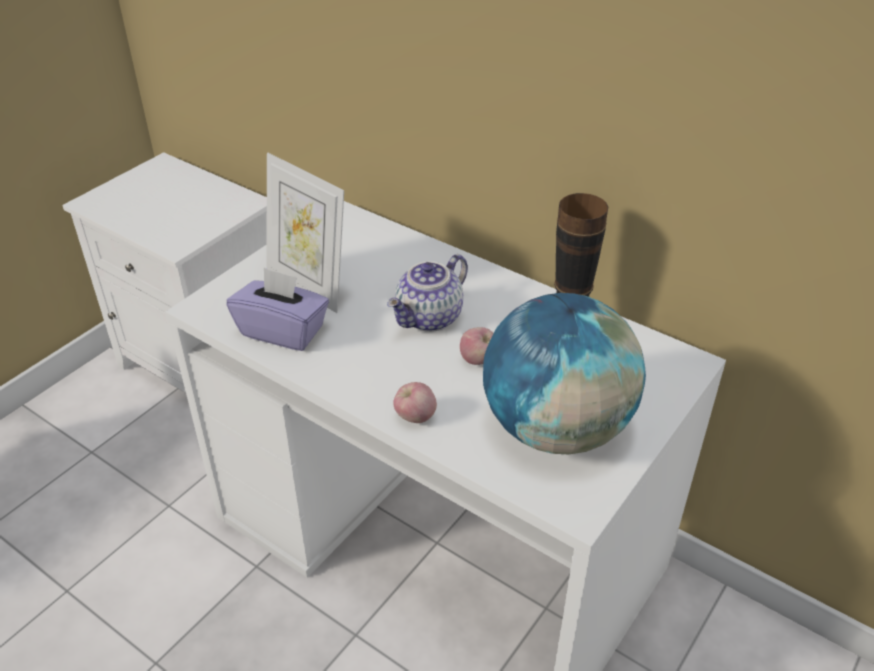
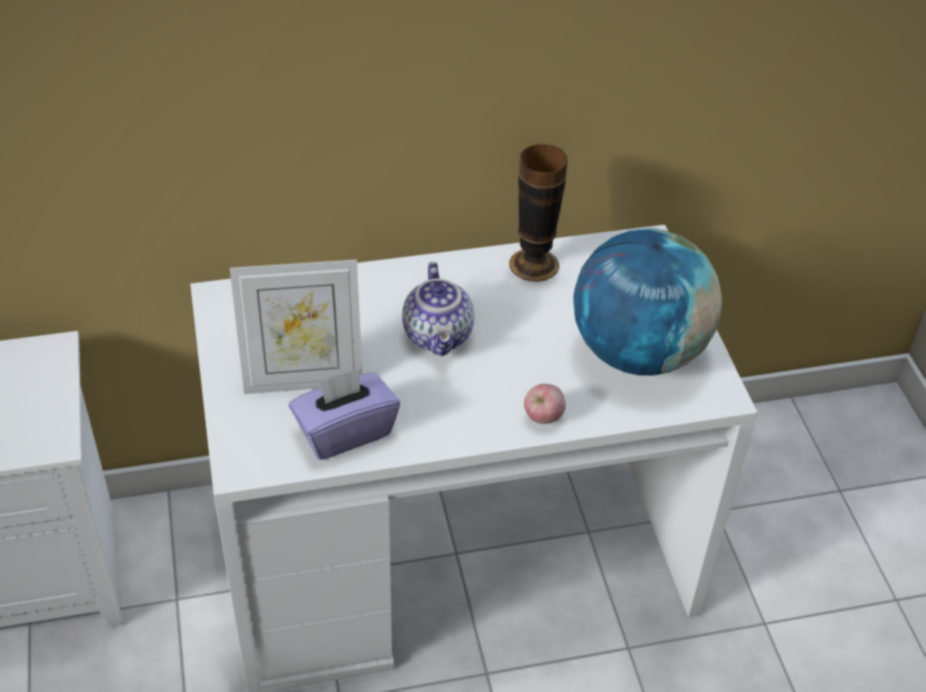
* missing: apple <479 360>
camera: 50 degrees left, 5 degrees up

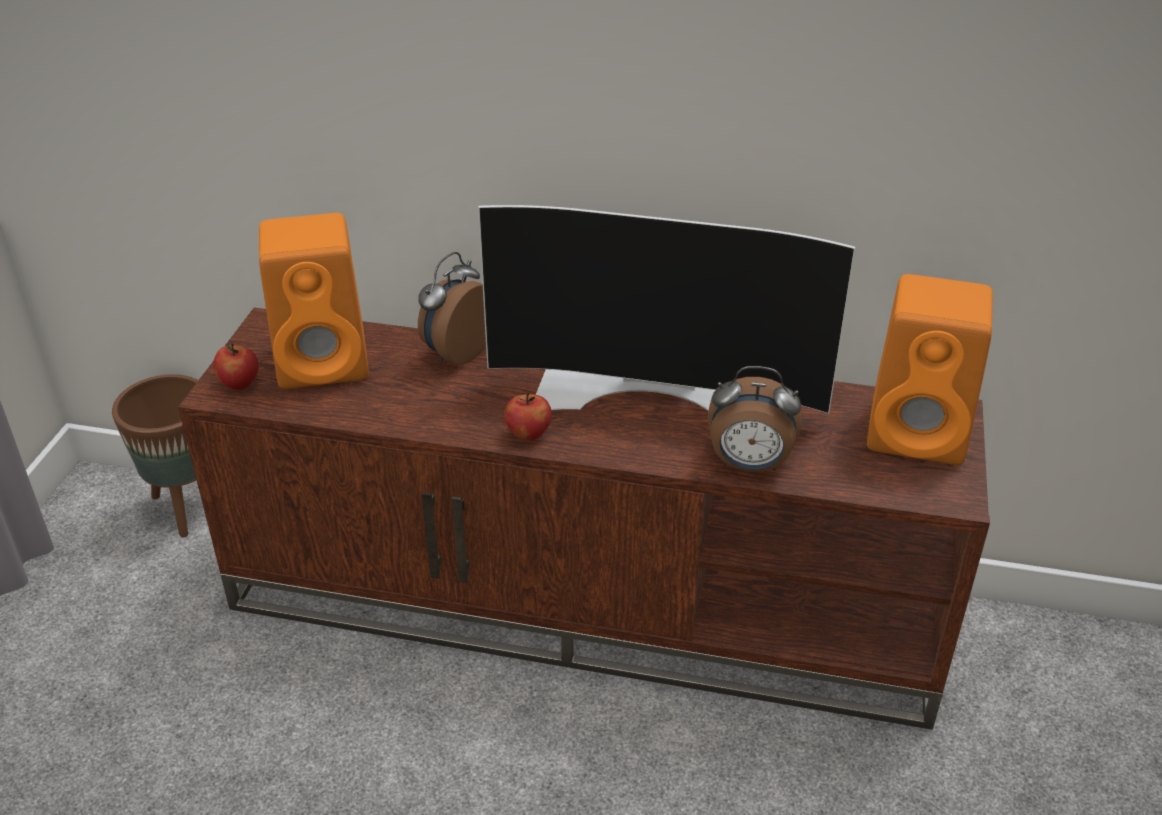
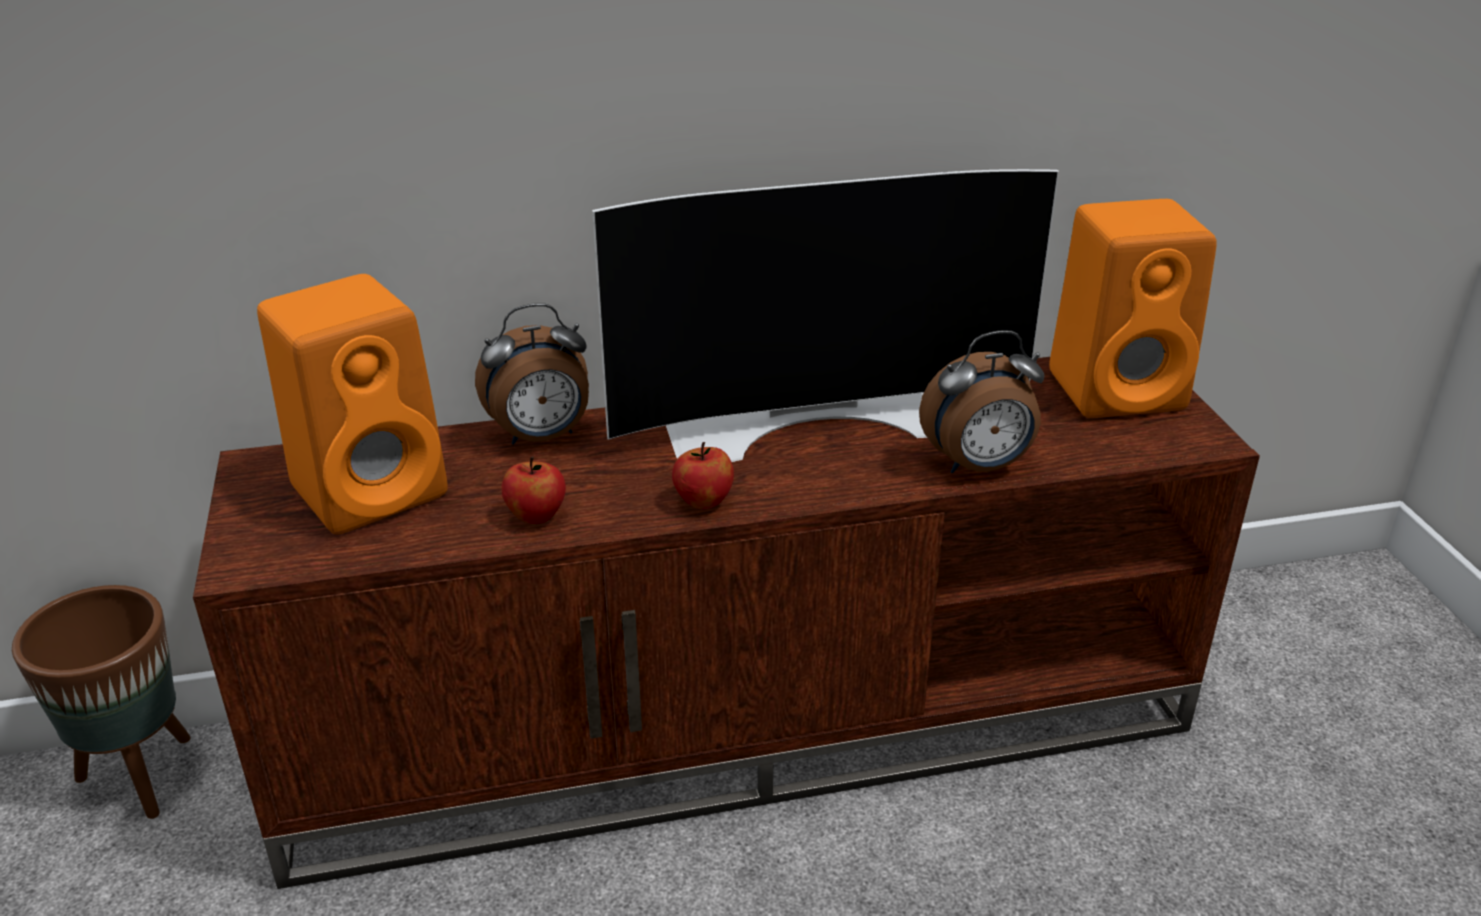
* relocated: apple <240 384> to <536 516>
* spun: bedside clock <456 352> = <541 436> 120 degrees counterclockwise
camera: 25 degrees left, 5 degrees down

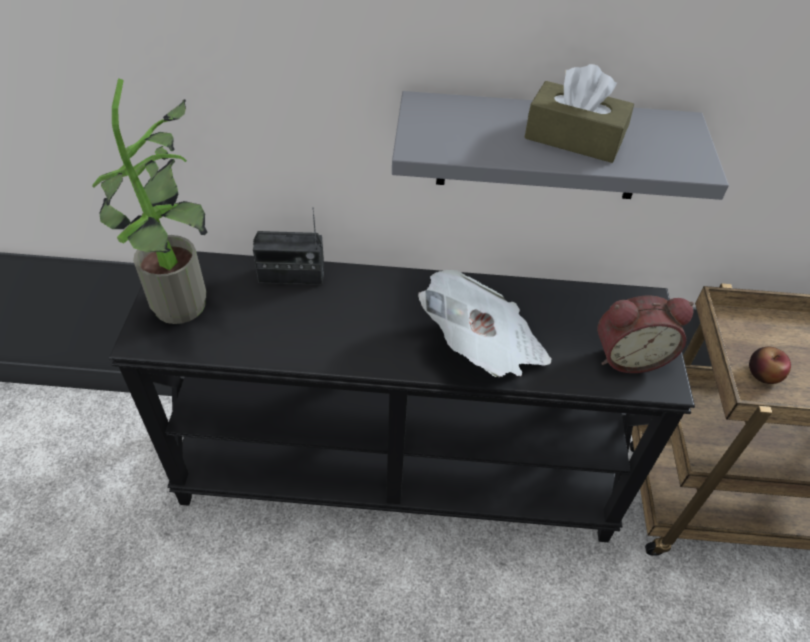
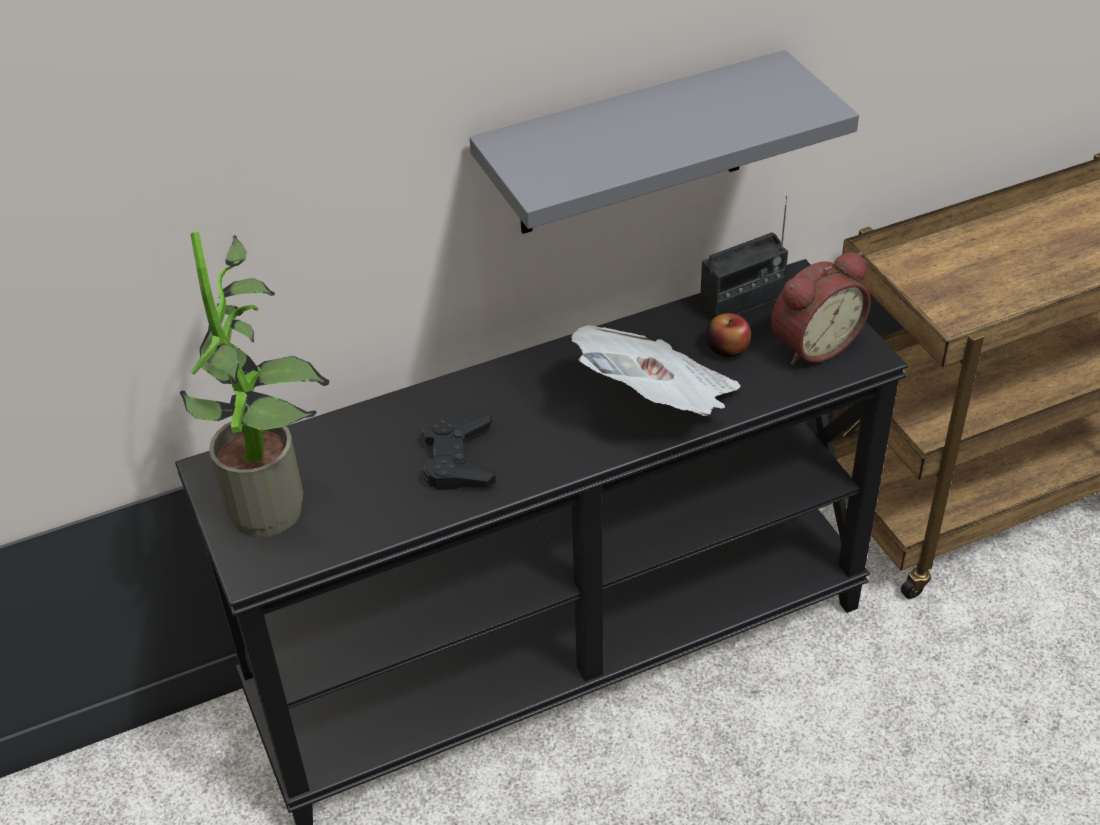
* relocated: radio receiver <291 276> to <742 301>
* missing: box of tissues in brown-coloured <574 138>
* relocated: apple <763 374> to <727 348>
* appeared: game controller in black-coloured <459 459>
camera: 25 degrees left, 5 degrees down

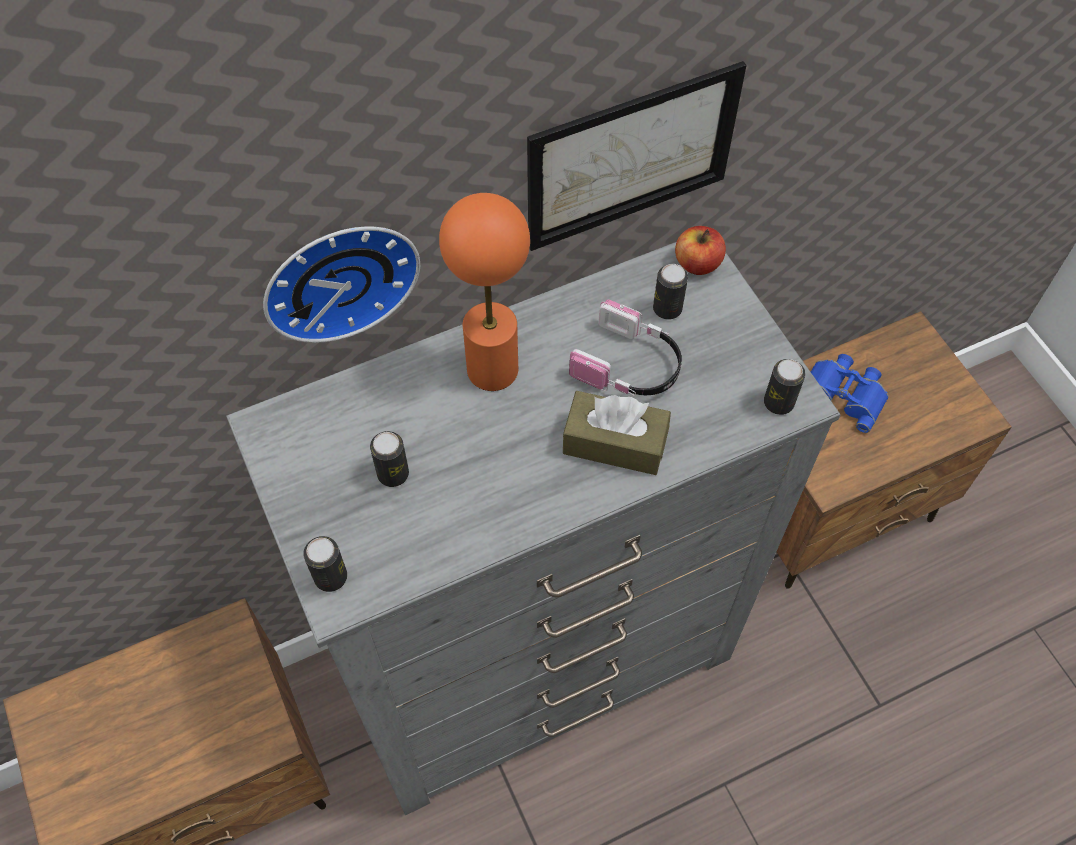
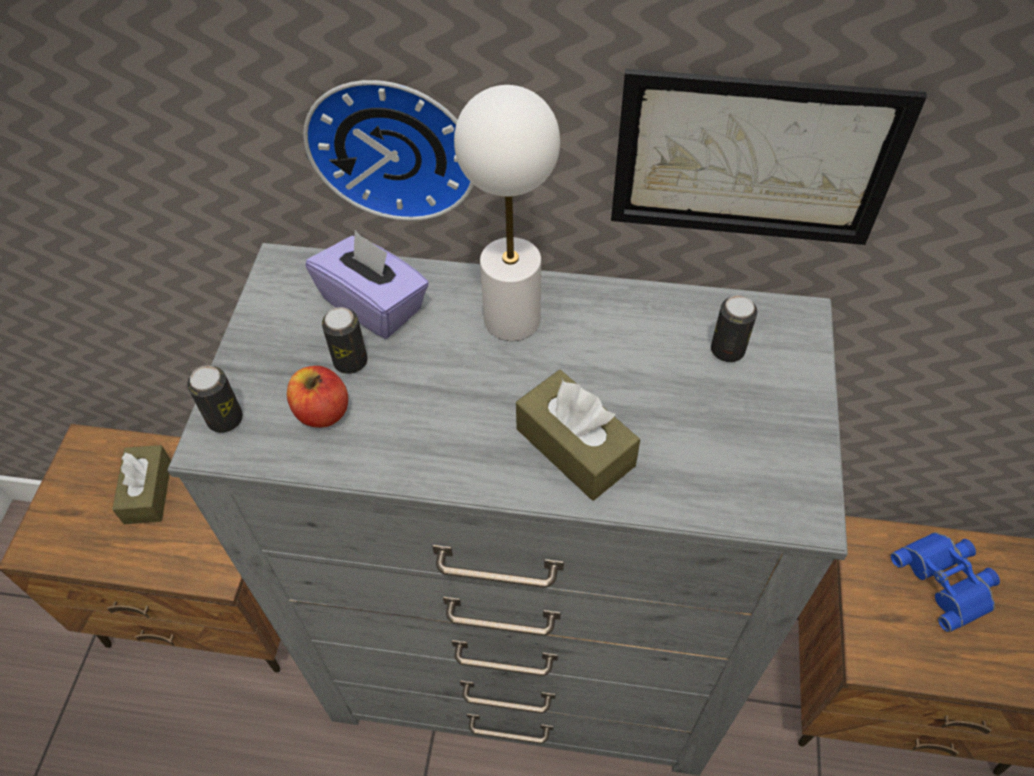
* colour: lamp for a table in orange <493 370> to lamp for a table in whitish <512 320>
* missing: pair of headphones <629 366>
* relocated: apple <697 263> to <322 412>
* missing: sealed can <778 402>
* appeared: box of tissues in brown-coloured <148 492>
* appeared: box of tissues in purple-coloured <374 305>
camera: 35 degrees right, 5 degrees down

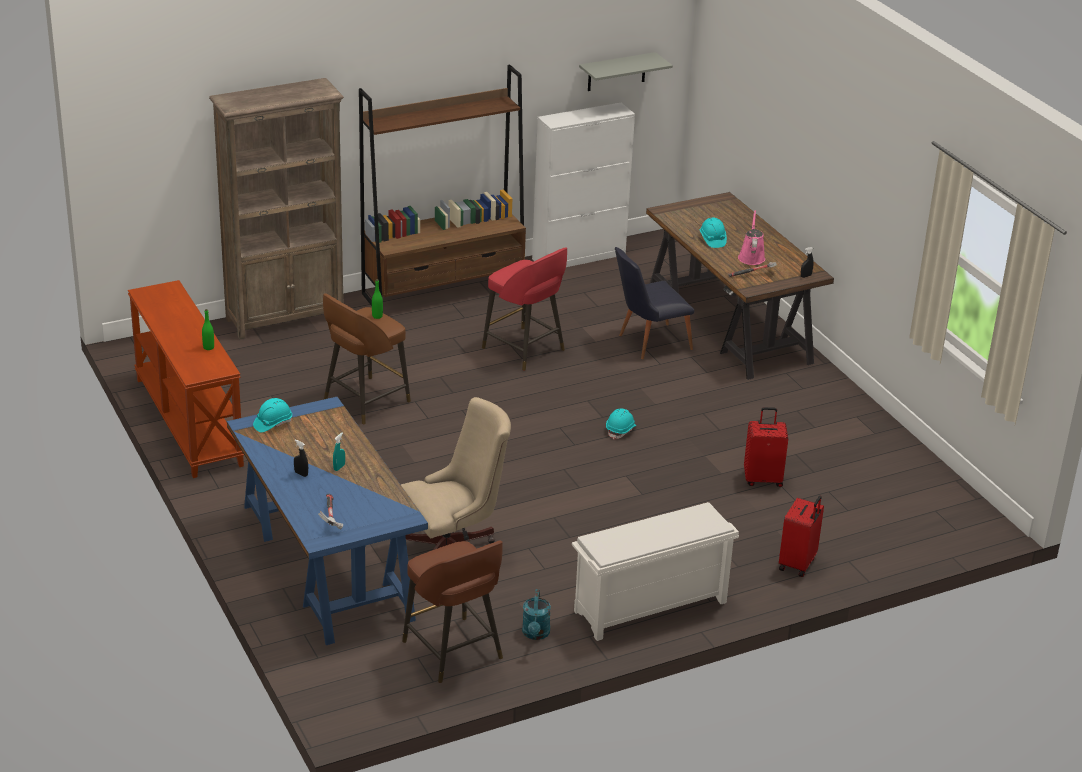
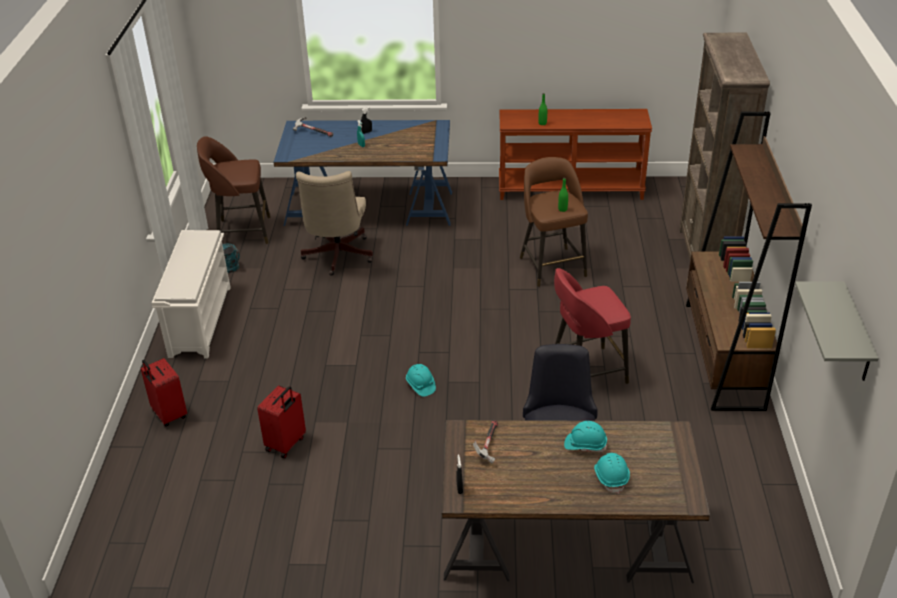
* relocated: work helmet in turquoise-coloured <273 423> to <611 477>
* missing: cabinet in whitish <579 256>
* missing: watering can in pink <751 257>
camera: 120 degrees right, 5 degrees up

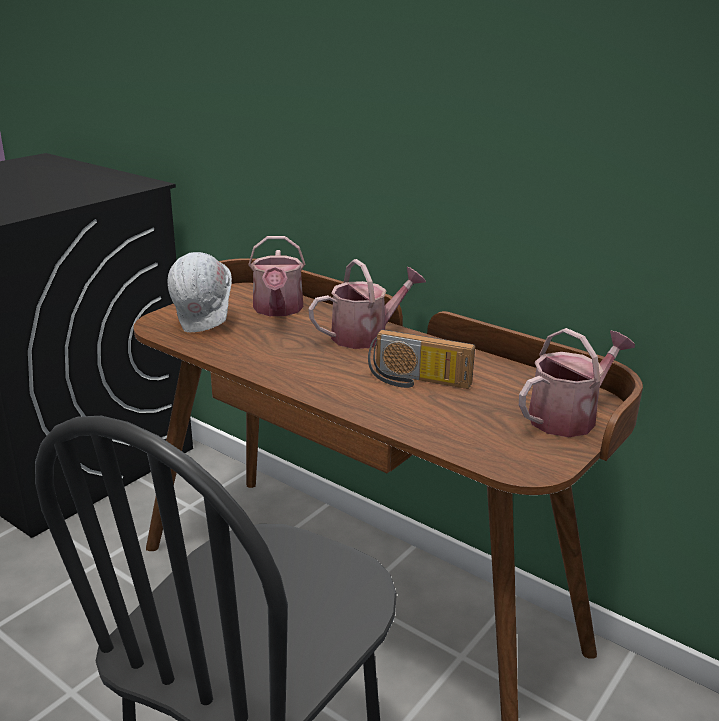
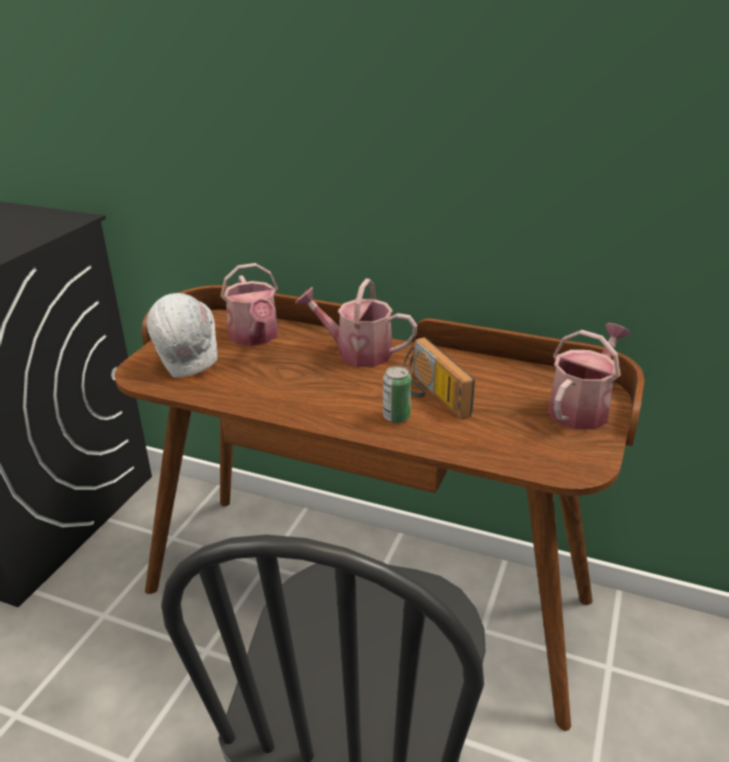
* spun: watering can <366 335> = <356 352> 120 degrees counterclockwise
* spun: radio receiver <417 382> = <431 395> 60 degrees clockwise
* appeared: sealed can <396 417>
camera: 15 degrees left, 5 degrees up

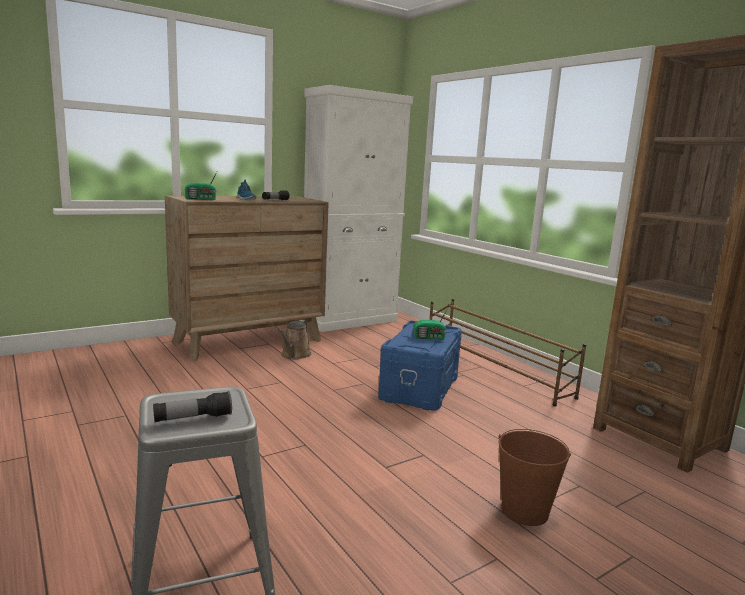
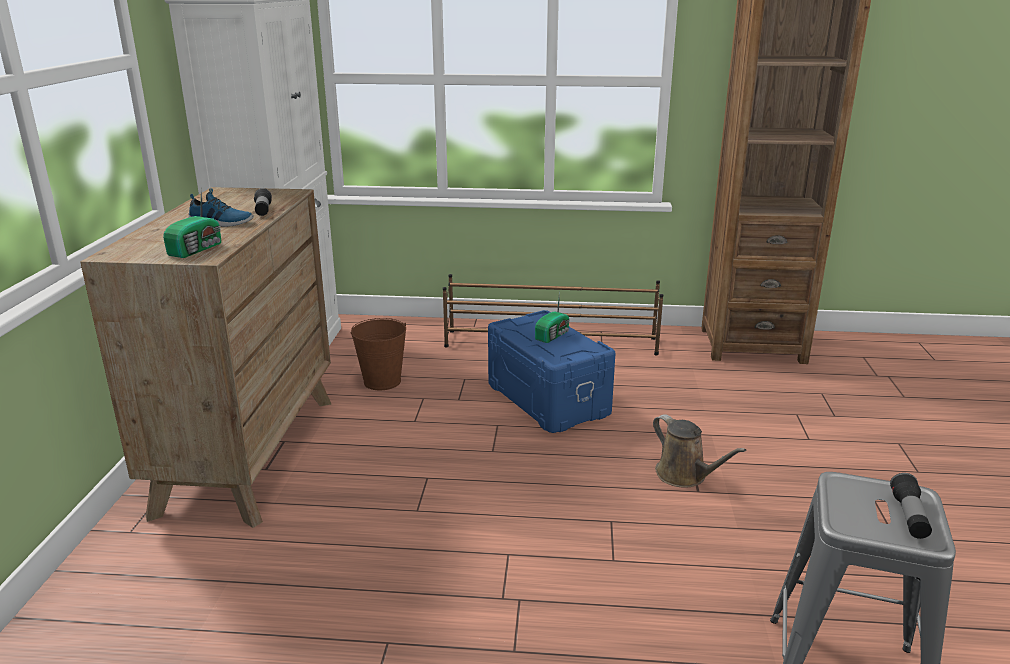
* relocated: watering can in brown-coloured <295 355> to <684 475>
* relocated: bucket in brown-coloured <524 511> to <382 381>
camera: 50 degrees left, 10 degrees up

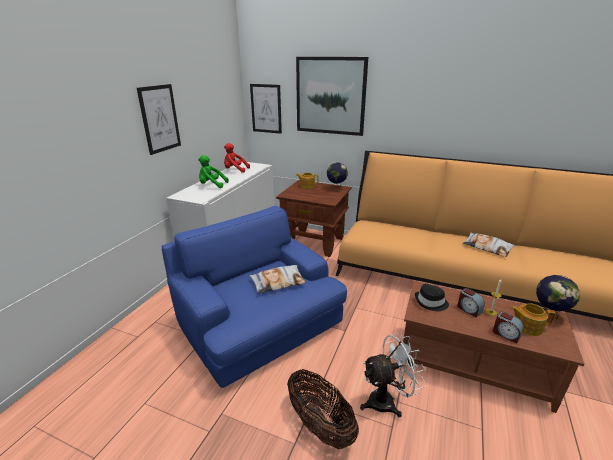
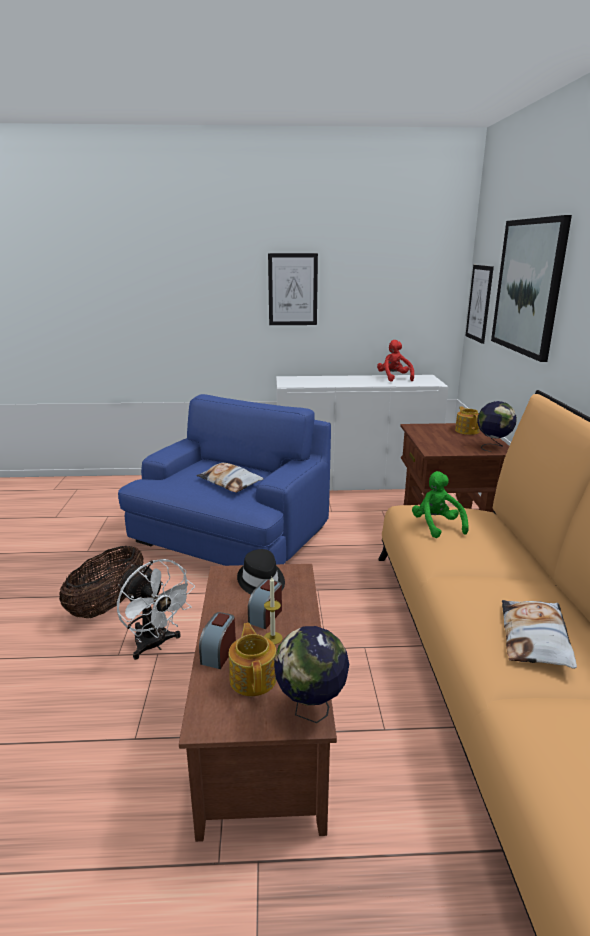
* relocated: plush toy in green-coloured <211 185> to <436 526>
camera: 65 degrees right, 5 degrees down

